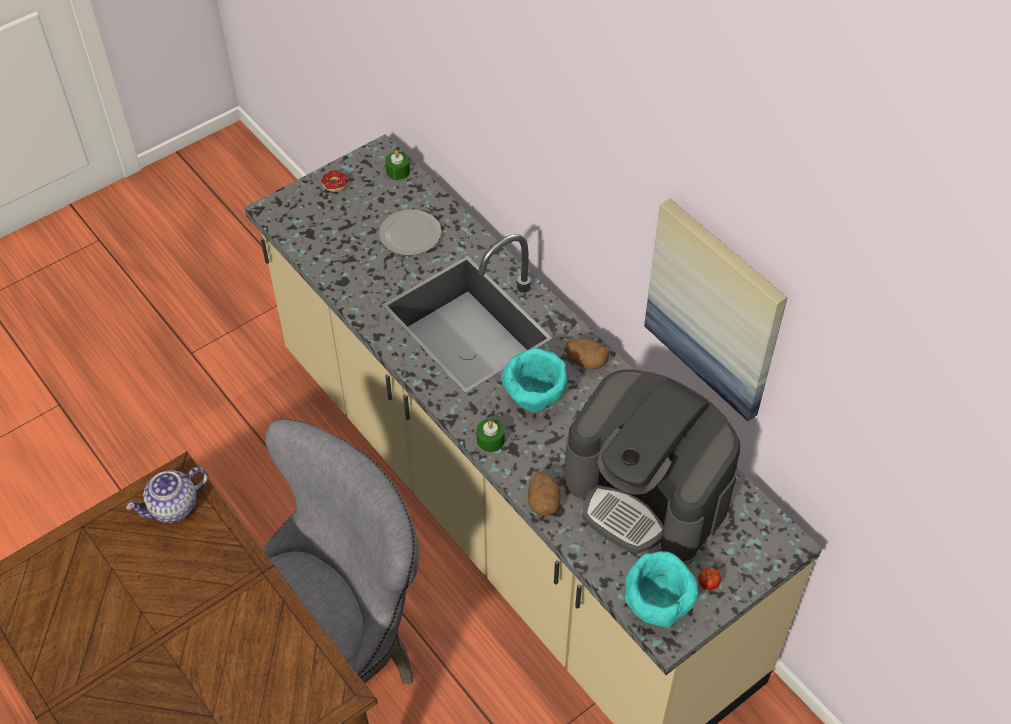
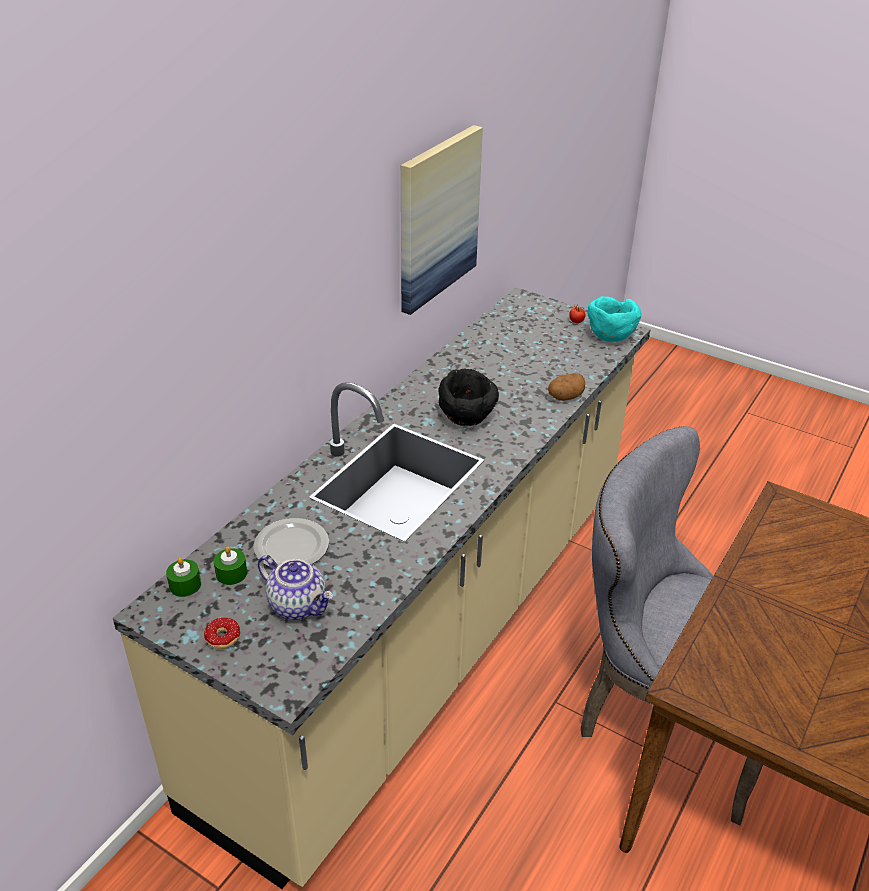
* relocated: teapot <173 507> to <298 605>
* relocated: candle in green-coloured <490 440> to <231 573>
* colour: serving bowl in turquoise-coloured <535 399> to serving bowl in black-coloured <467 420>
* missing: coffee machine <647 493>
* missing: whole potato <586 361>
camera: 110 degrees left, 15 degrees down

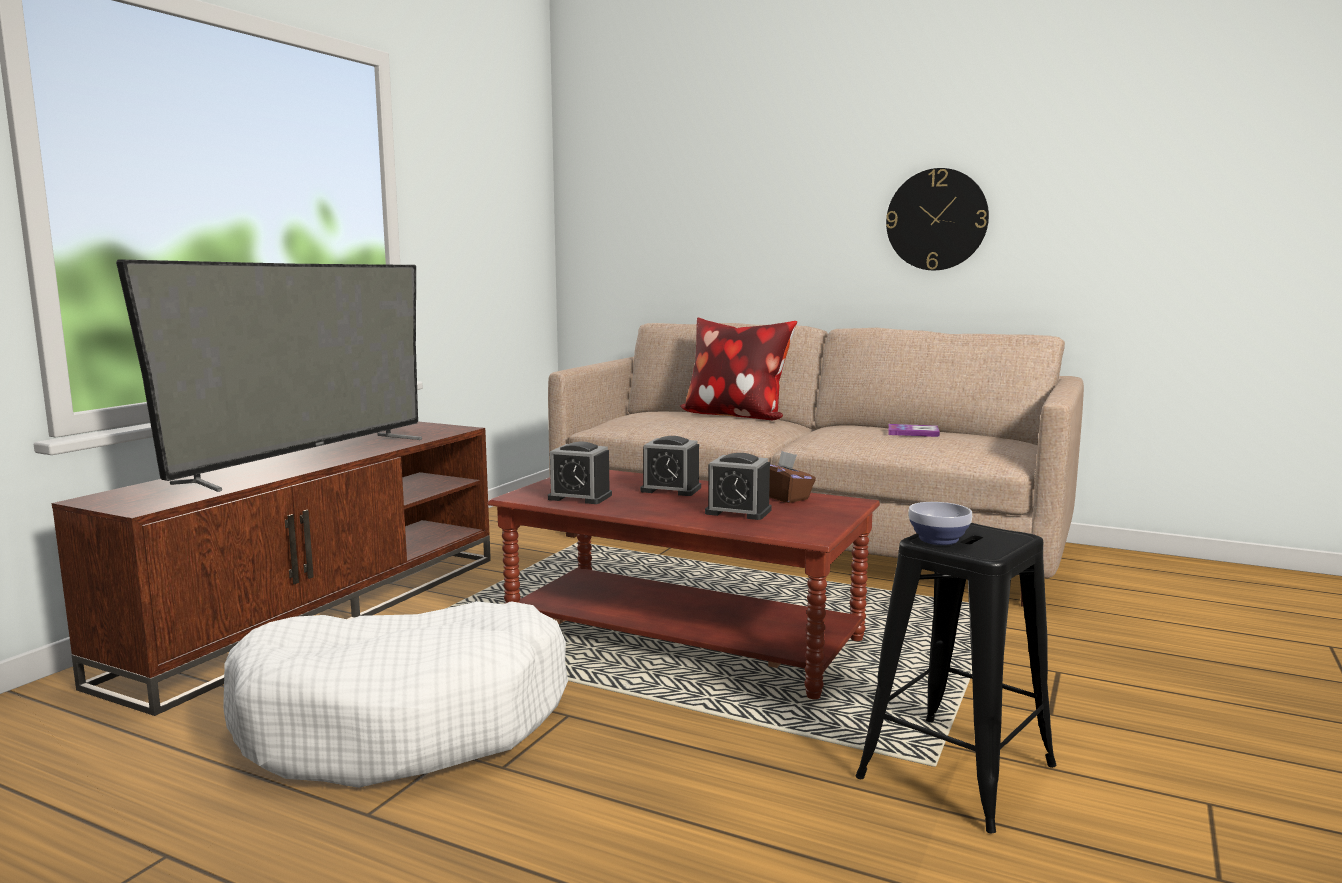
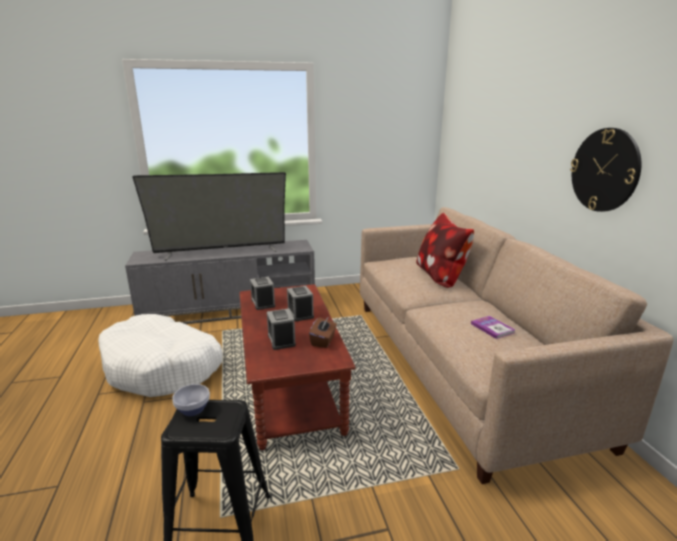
* colour: media console in brown-coloured <320 612> to media console in greyish <230 310>
camera: 50 degrees right, 10 degrees up

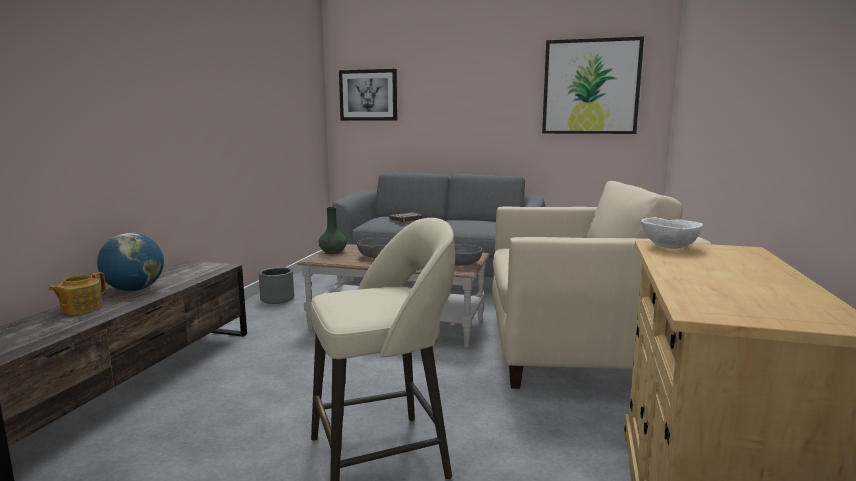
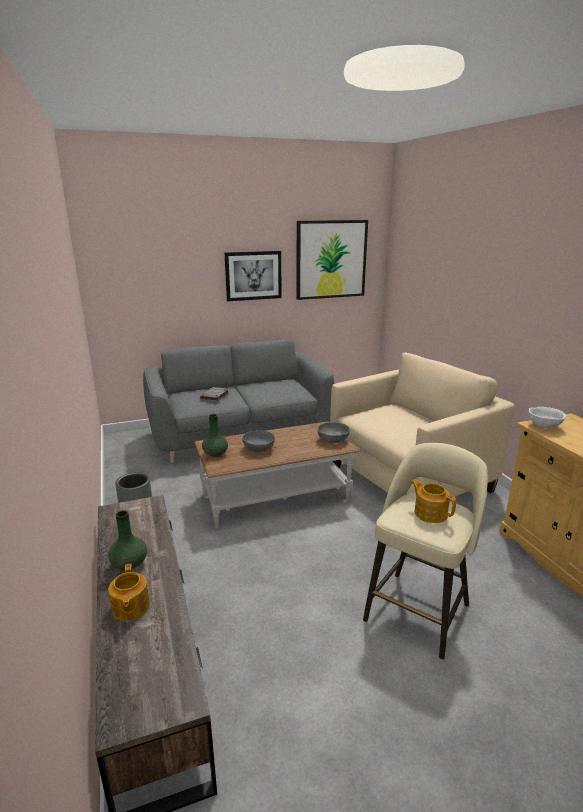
* exchanged: globe <134 289> to vase in green-coloured <129 563>
* relocated: wall art <368 95> to <253 275>
* appeared: teapot <430 513>
camera: 35 degrees left, 10 degrees up

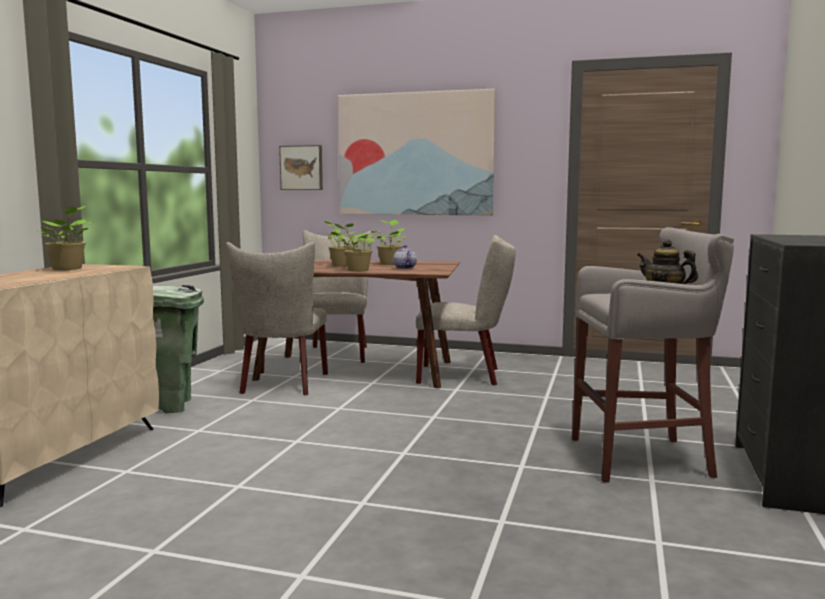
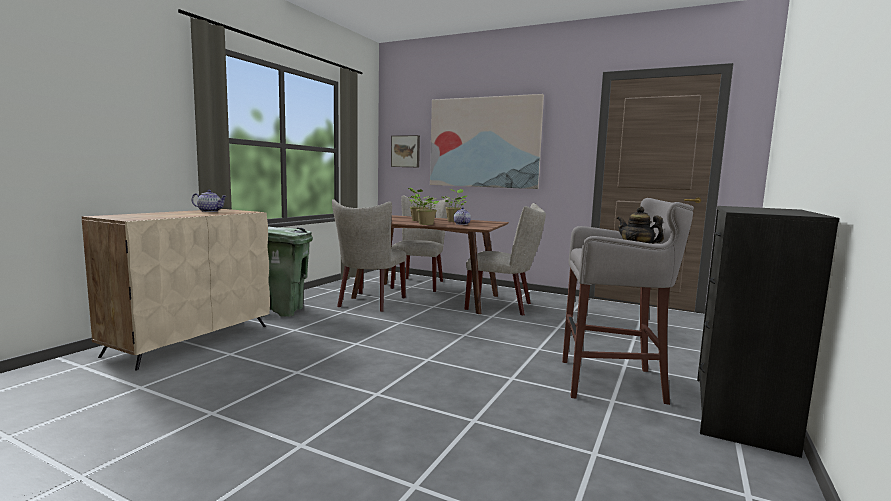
* exchanged: houseplant <68 269> to teapot <210 211>
camera: 10 degrees right, 0 degrees up

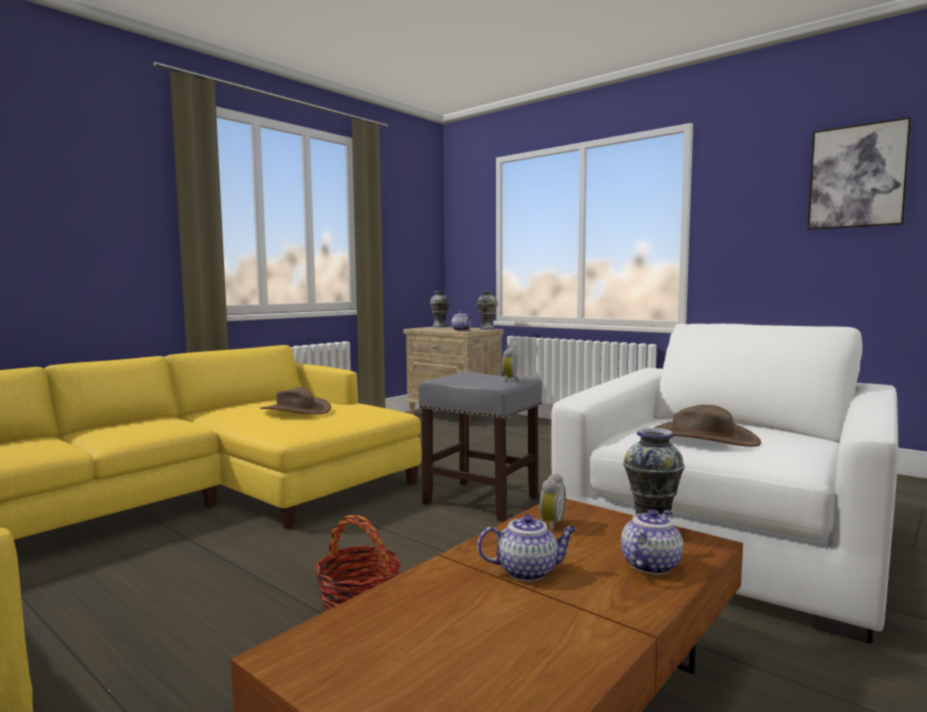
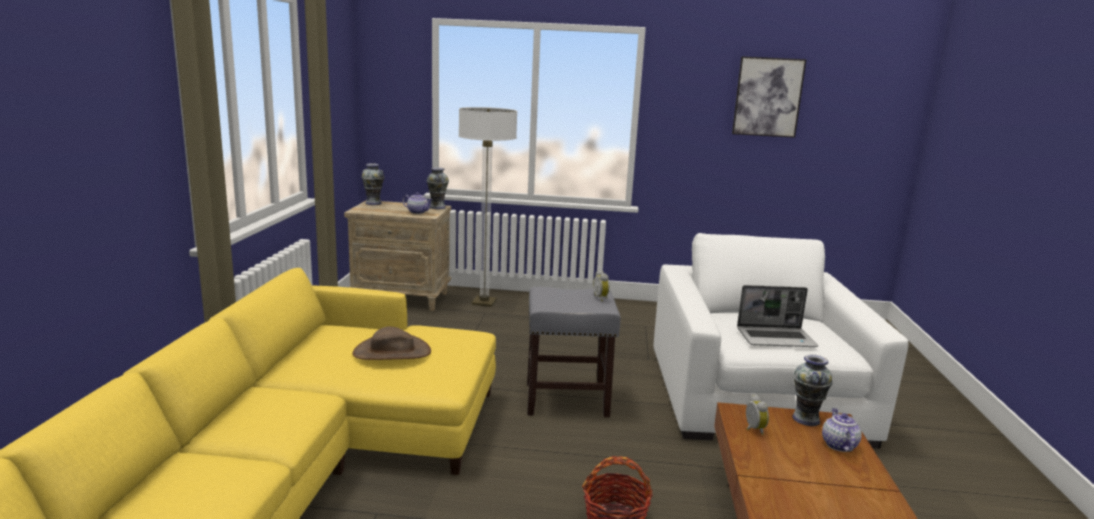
* missing: teapot <528 571>
* exchanged: hat in brown-coloured <702 438> to notebook computer <776 338>
* appeared: standard lamp <484 302>
camera: 35 degrees left, 10 degrees up

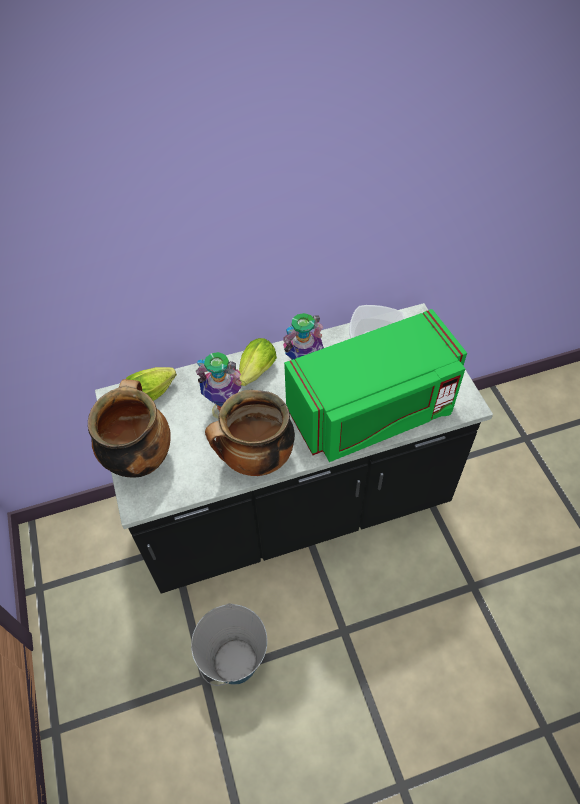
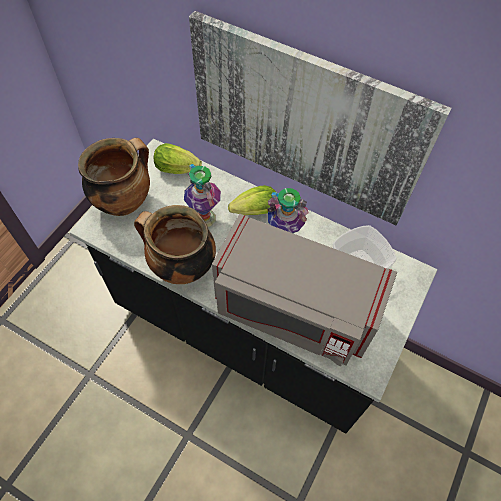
* missing: bucket <235 661>
* colour: microwave in green-coloured <372 412> to microwave in greyish <293 309>
* appeared: wall art <305 122>
camera: 45 degrees right, 5 degrees up

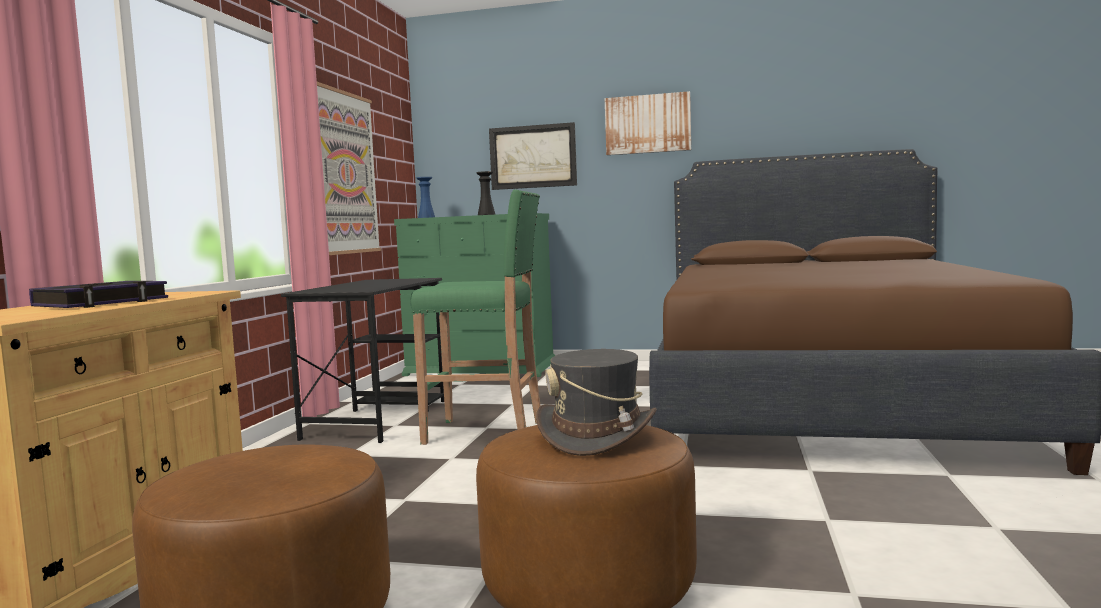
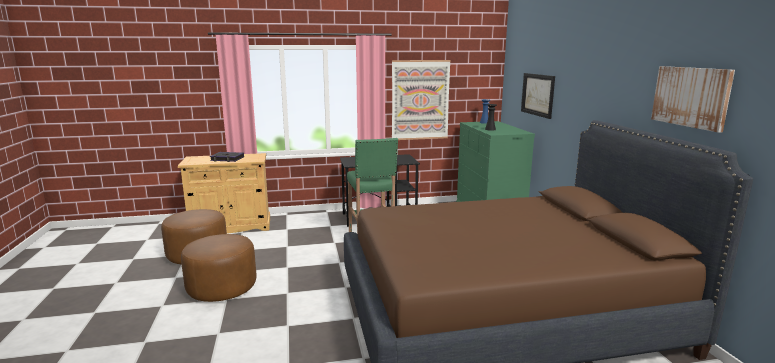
* missing: hat in greyish <597 435>
* relocated: wall art <647 124> to <690 97>
camera: 65 degrees right, 10 degrees up

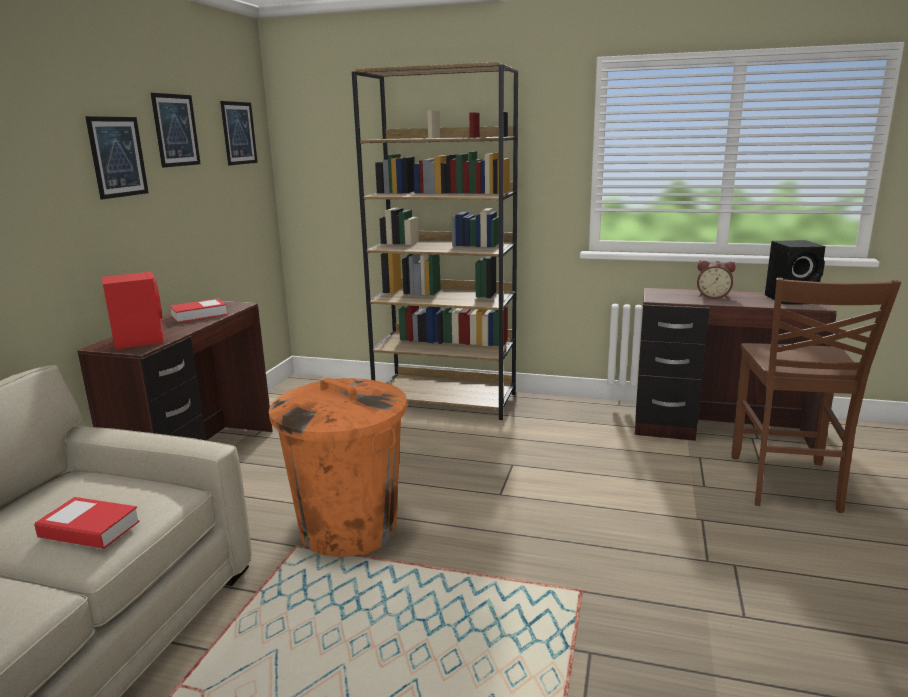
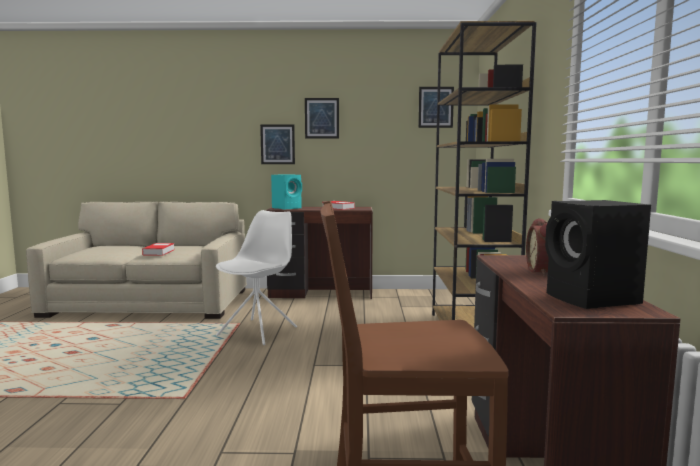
* colour: audio speaker in red-coloured <139 340> to audio speaker in turquoise-coloured <287 208>
* relocated: wall art <176 130> to <277 144>
* exchanged: rubbish bin in orange <349 529> to chair in whitish <258 331>
camera: 75 degrees right, 10 degrees down

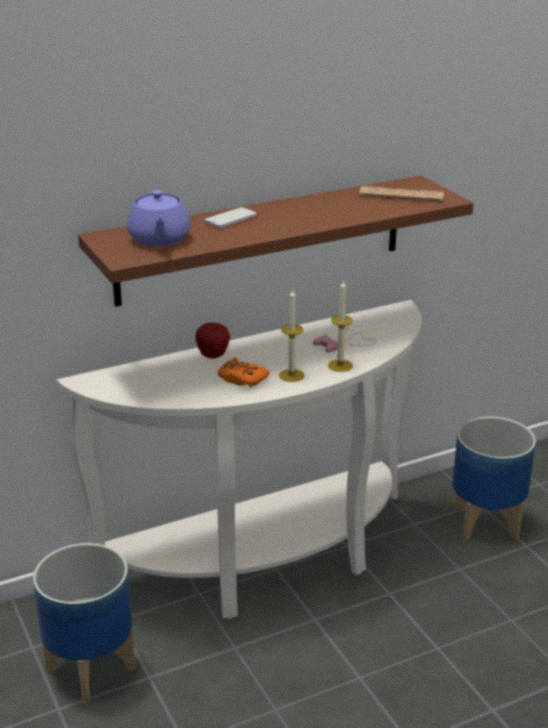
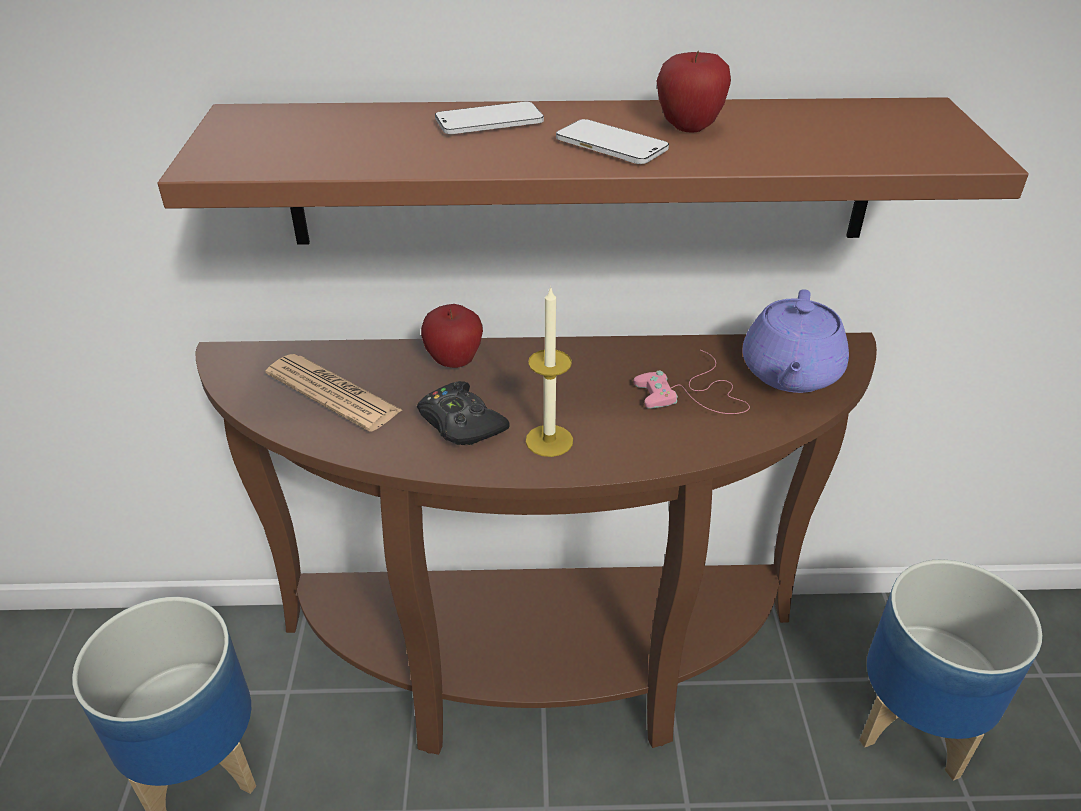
* colour: hall table in whitish <269 563> to hall table in brown-coloured <540 672>
* relocated: teapot in purple-coloured <159 239> to <790 373>
* colour: game controller in orange <241 379> to game controller in black-coloured <461 423>
* missing: candle <340 365>
* relocated: daily paper <401 195> to <333 393>
* appeared: telephone <611 145>
* appeared: apple <688 128>
camera: 25 degrees right, 10 degrees up

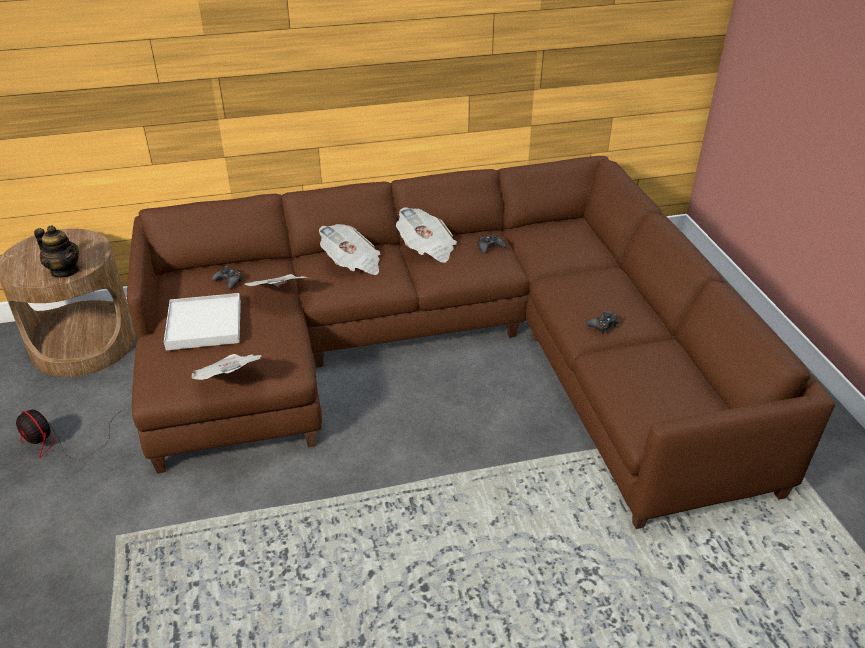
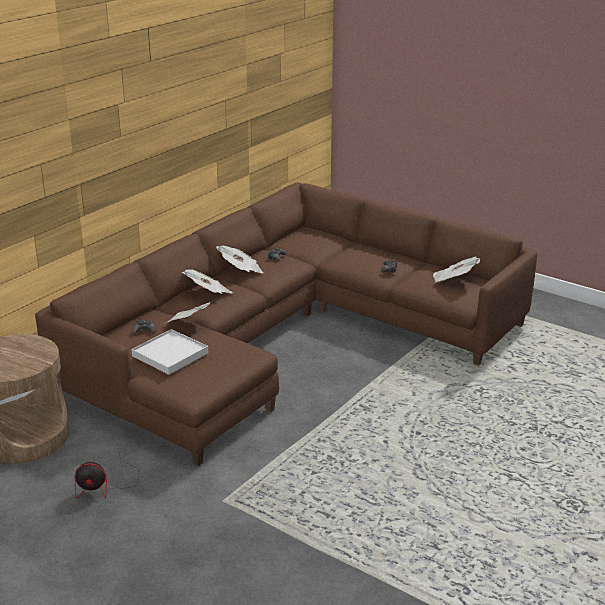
* missing: teapot <65 271>
* relocated: daily paper <229 380> to <453 280>
camera: 40 degrees left, 10 degrees down

